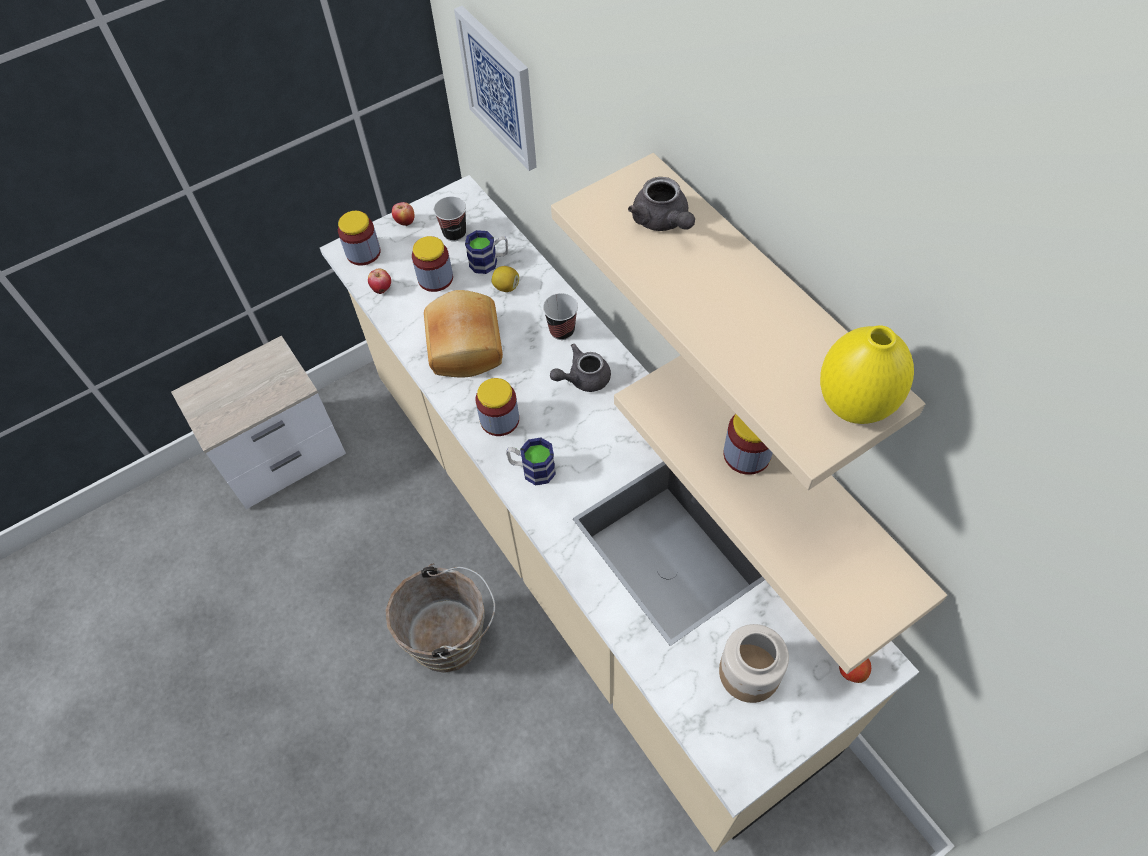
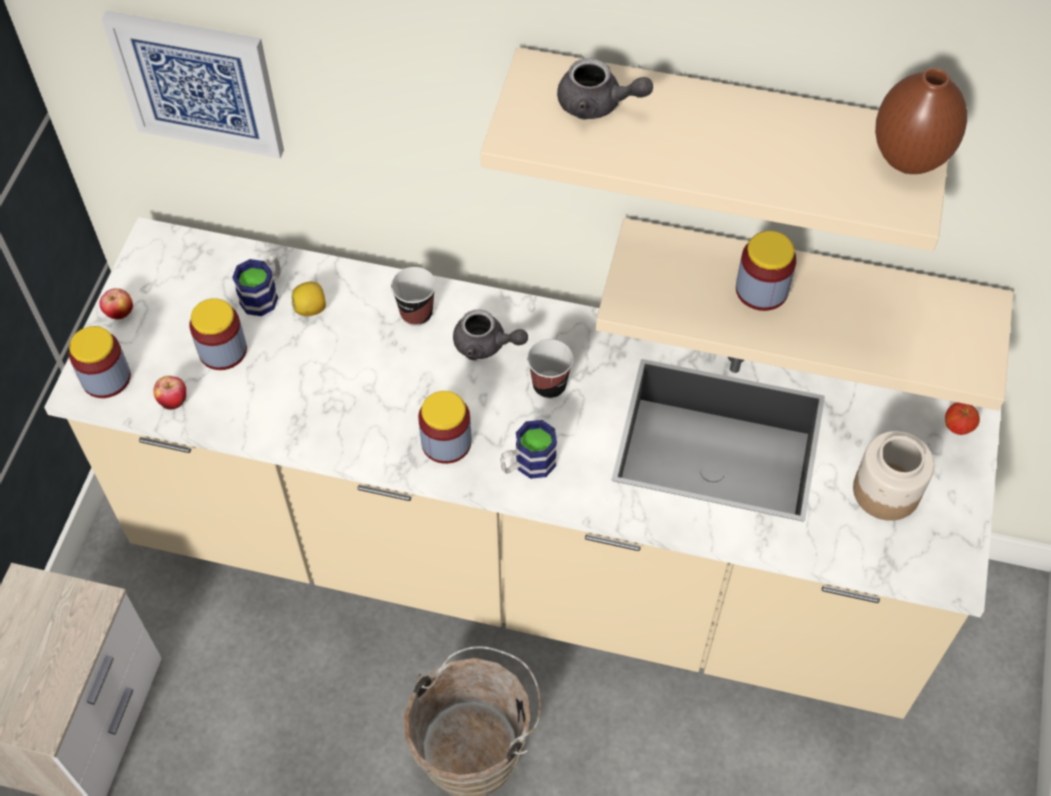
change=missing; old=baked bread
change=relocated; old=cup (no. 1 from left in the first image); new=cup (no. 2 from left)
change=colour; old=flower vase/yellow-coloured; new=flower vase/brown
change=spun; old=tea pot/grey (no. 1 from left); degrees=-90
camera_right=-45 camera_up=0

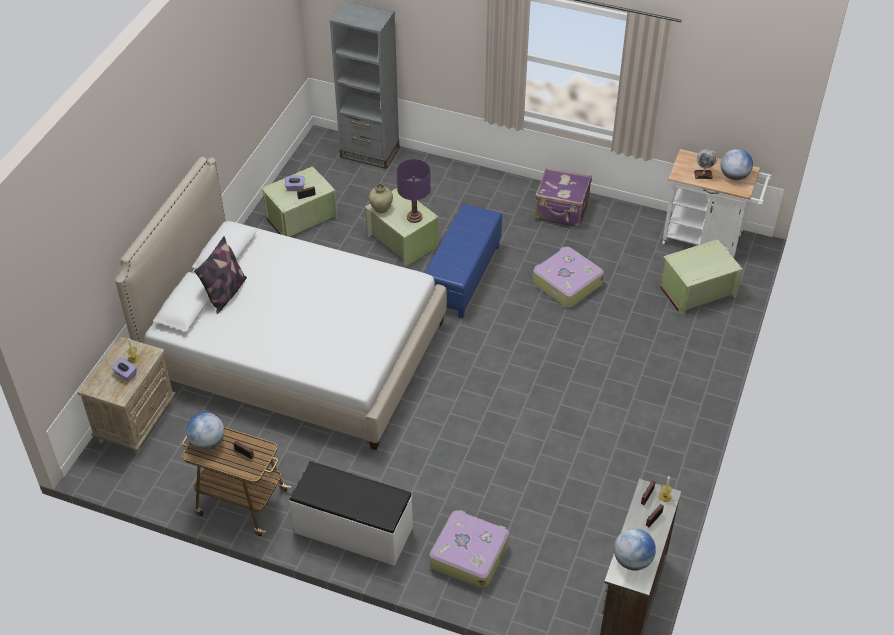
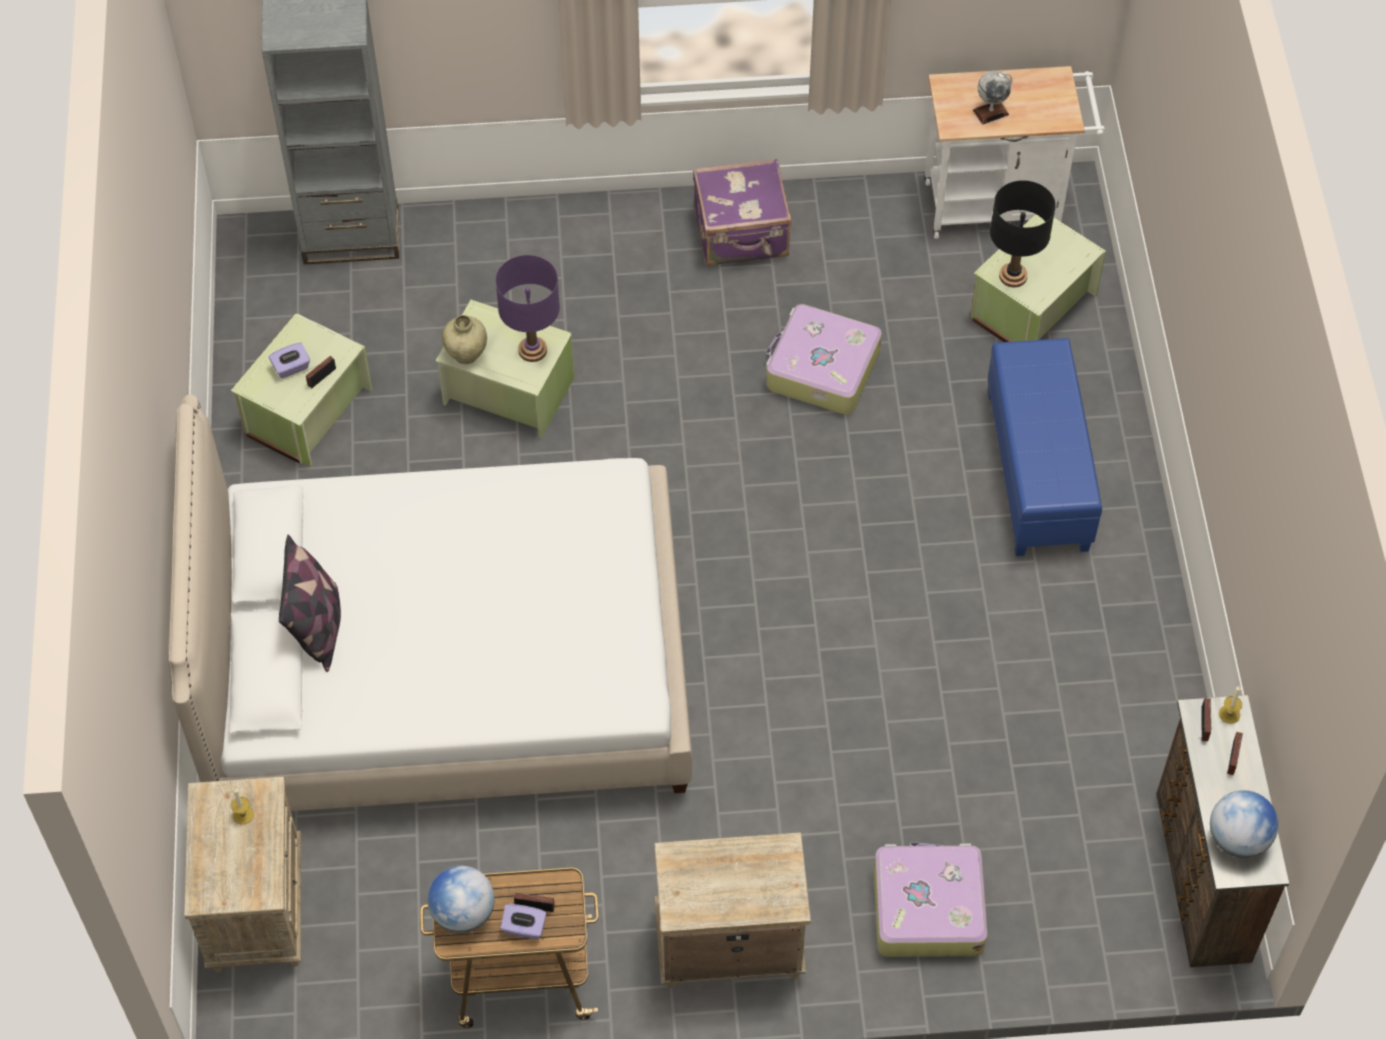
change=missing; old=world globe (no. 4 from left)
change=appeared; new=lamp for a table/black
change=relocated; old=box of tissues/purple-coloured (no. 1 from left in the first image); new=box of tissues/purple-coloured (no. 2 from left)
change=relocated; old=footrest/blue
change=exchanged; old=bench/white-coloured; new=night table/beige-coloured (no. 2 from left)
camera_right=-25 camera_up=10

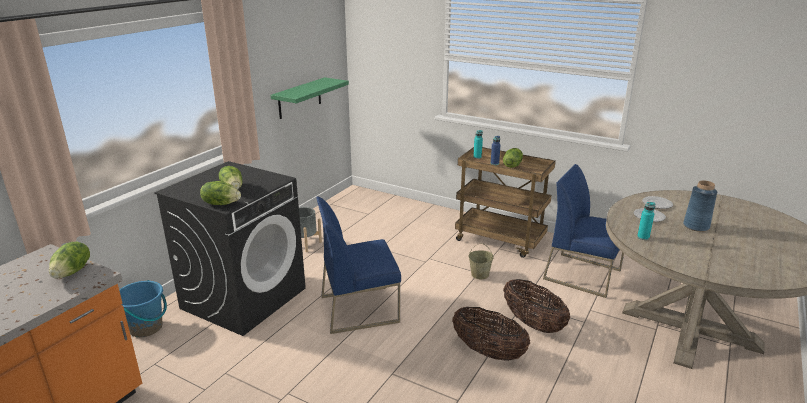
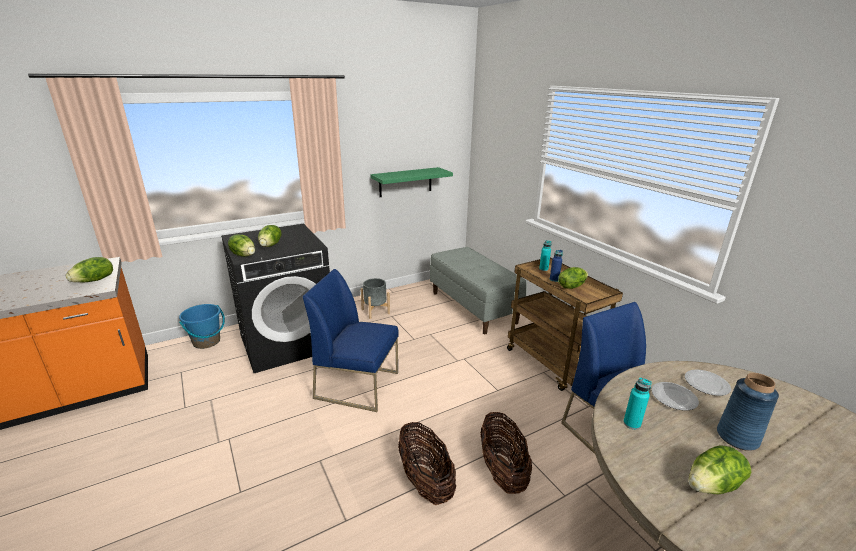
change=missing; old=water bucket/beige-coloured
change=appeared; new=bench/grey
change=appeared; new=lettuce head (no. 5 from left)
camera_right=30 camera_up=0

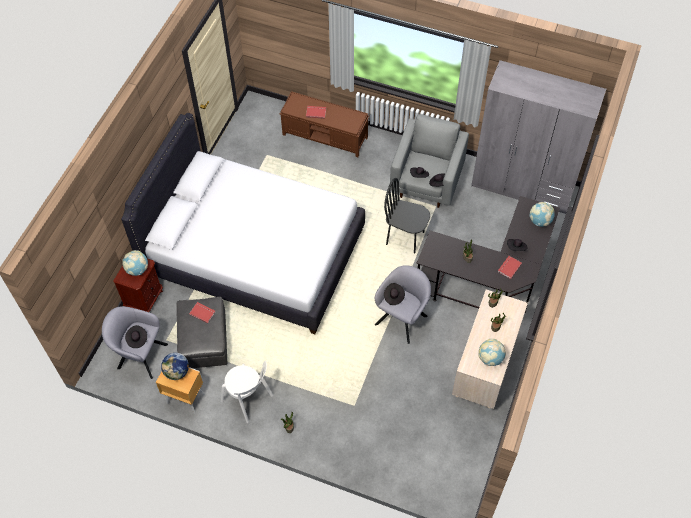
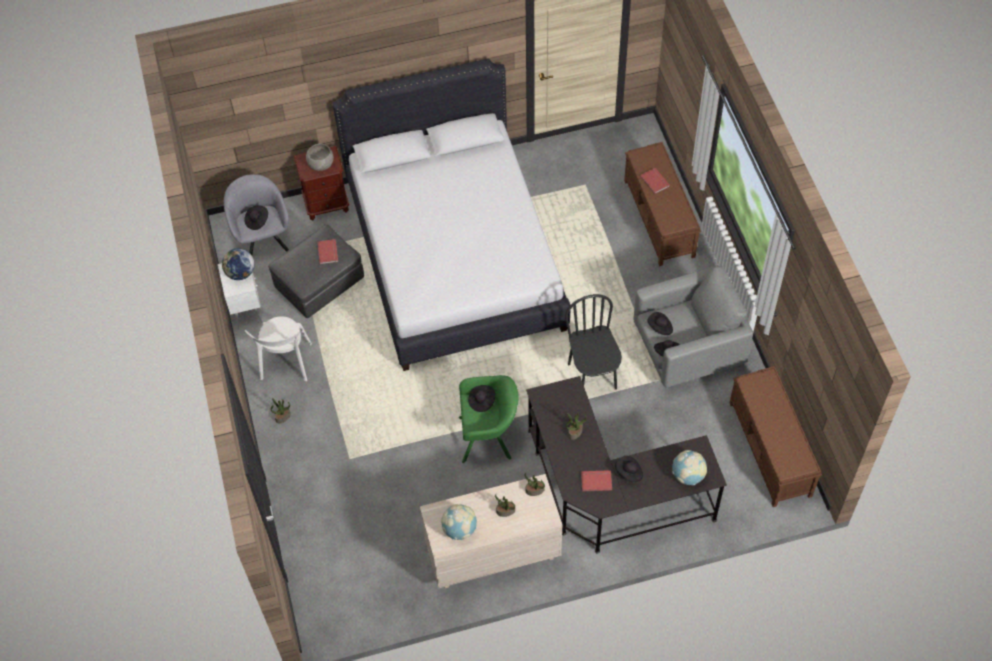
change=exchanged; old=world globe (no. 1 from left); new=serving bowl/grey
change=exchanged; old=wardrobe/grey; new=bench/brown (no. 2 from left)
change=colour; old=night table/brown (no. 2 from left); new=night table/white-coloured
change=colour; old=easy chair/grey (no. 2 from left); new=easy chair/greenish
camera_right=55 camera_up=0

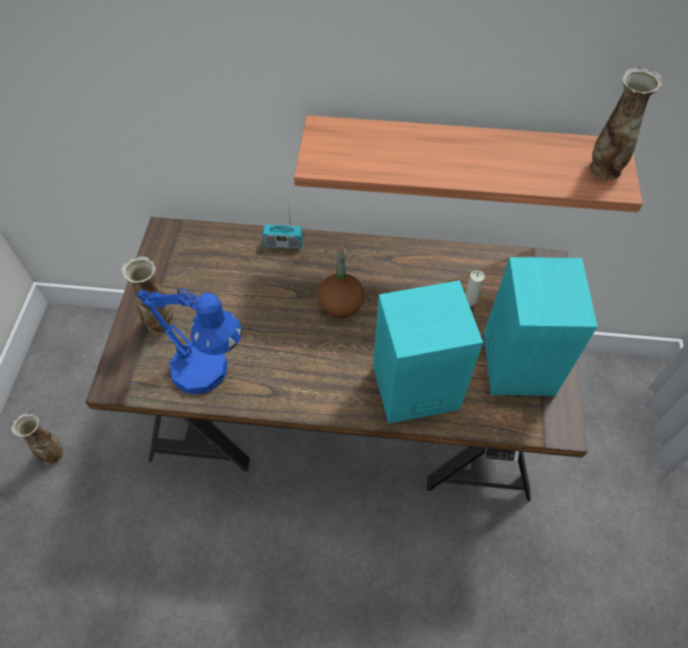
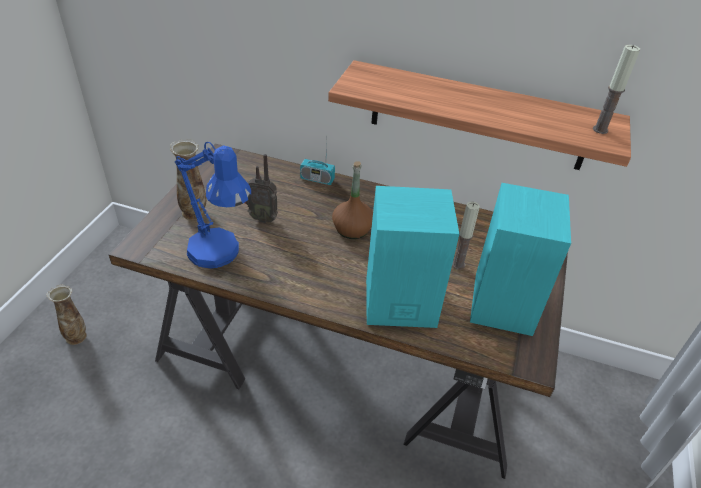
change=appeared; new=radio set (no. 1 from left)
change=exchanged; old=flower vase (no. 3 from left); new=candle (no. 2 from left)
camera_right=10 camera_up=-15

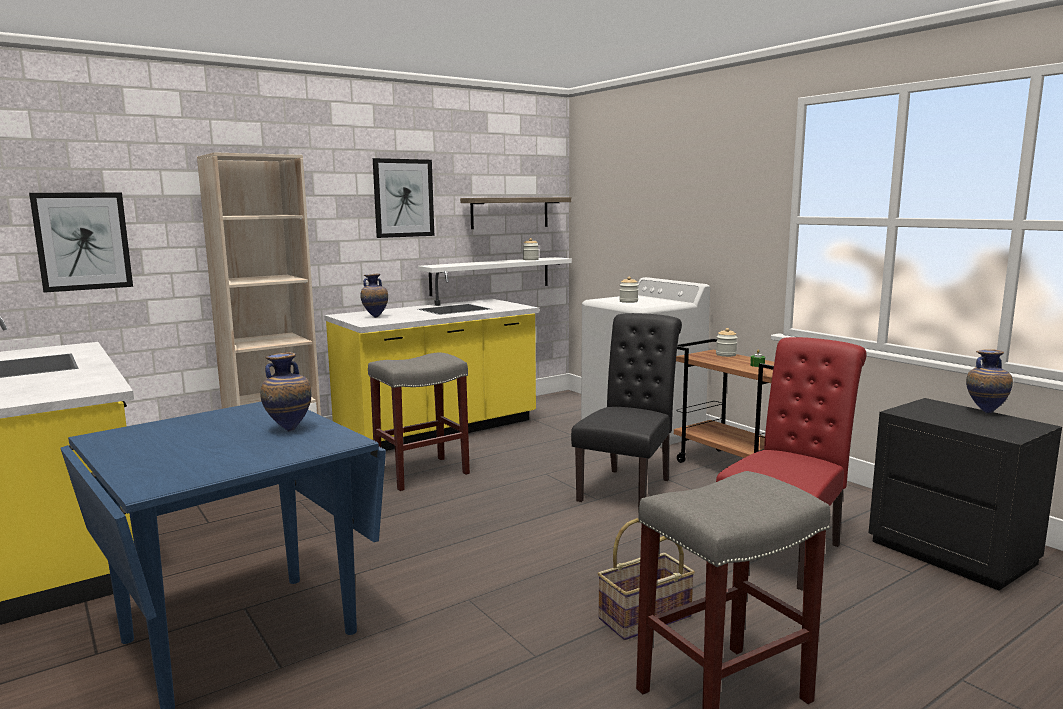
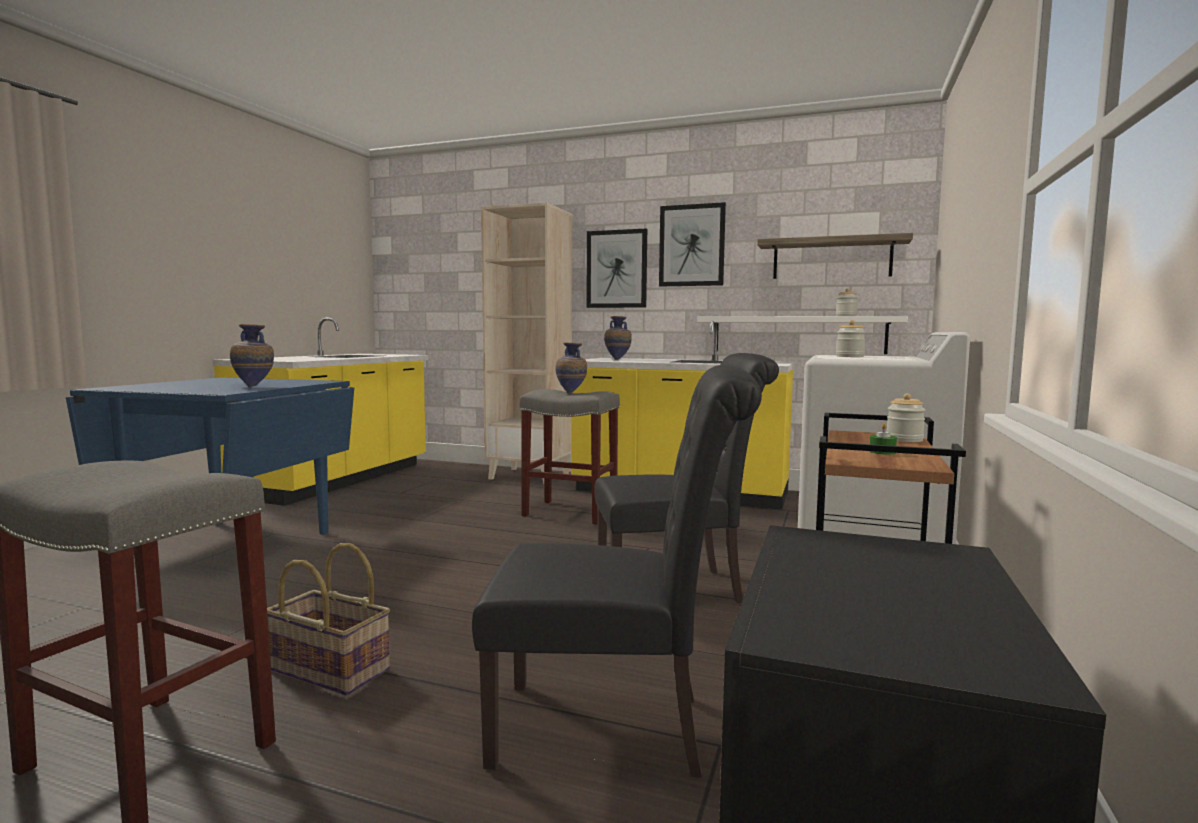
change=relocated; old=wall picture (no. 1 from left)
change=relocated; old=flower vase (no. 3 from left in the first image); new=flower vase (no. 2 from left)
change=colour; old=chair/red; new=chair/black (no. 1 from left)
camera_right=55 camera_up=-5

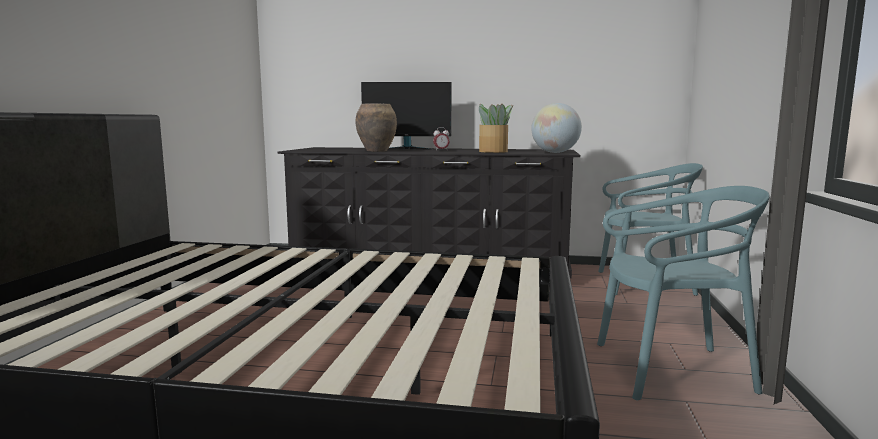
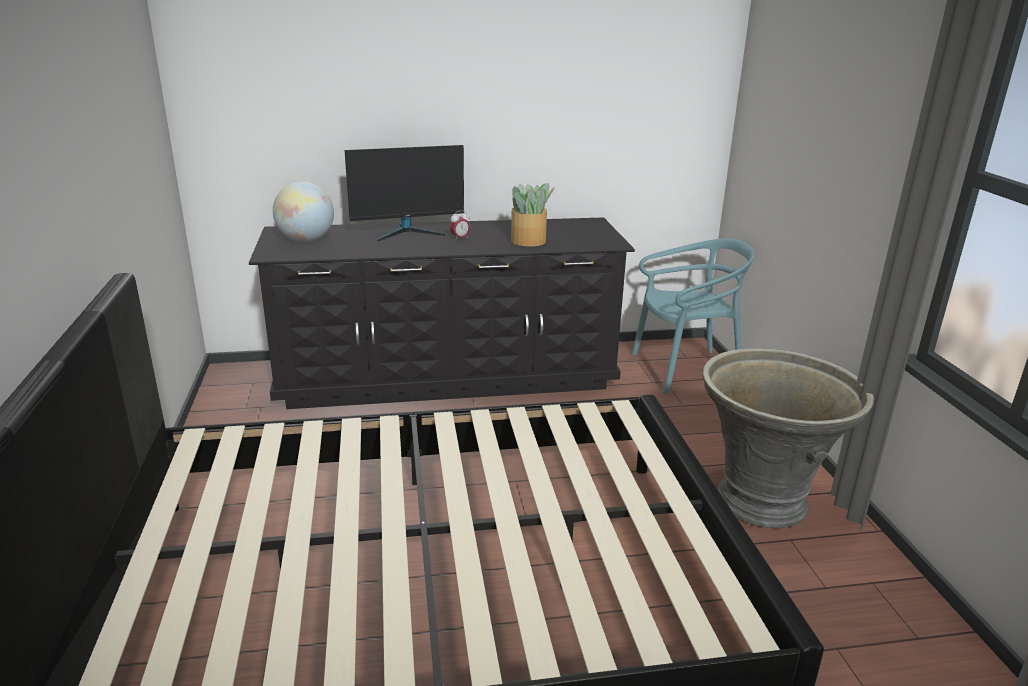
change=missing; old=flower vase/brown
change=relocated; old=world globe
change=exchanged; old=chair/blue-green (no. 2 from left); new=plant pot/grey
camera_right=-20 camera_up=15

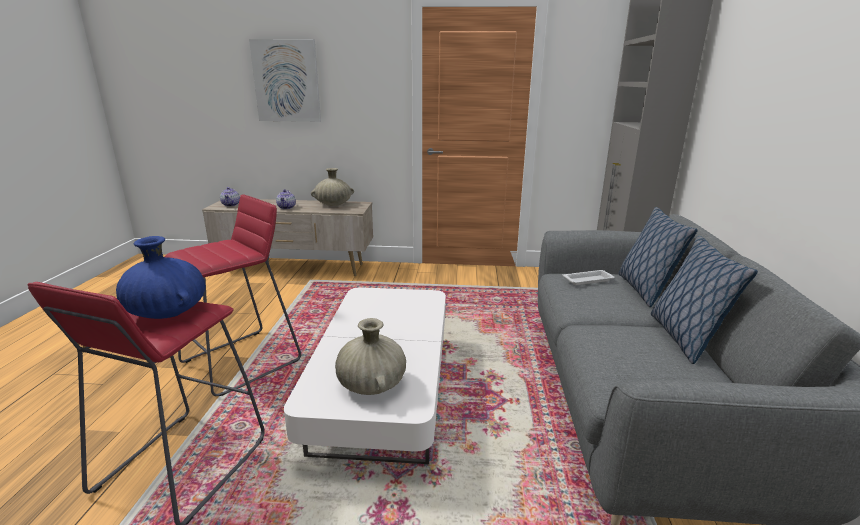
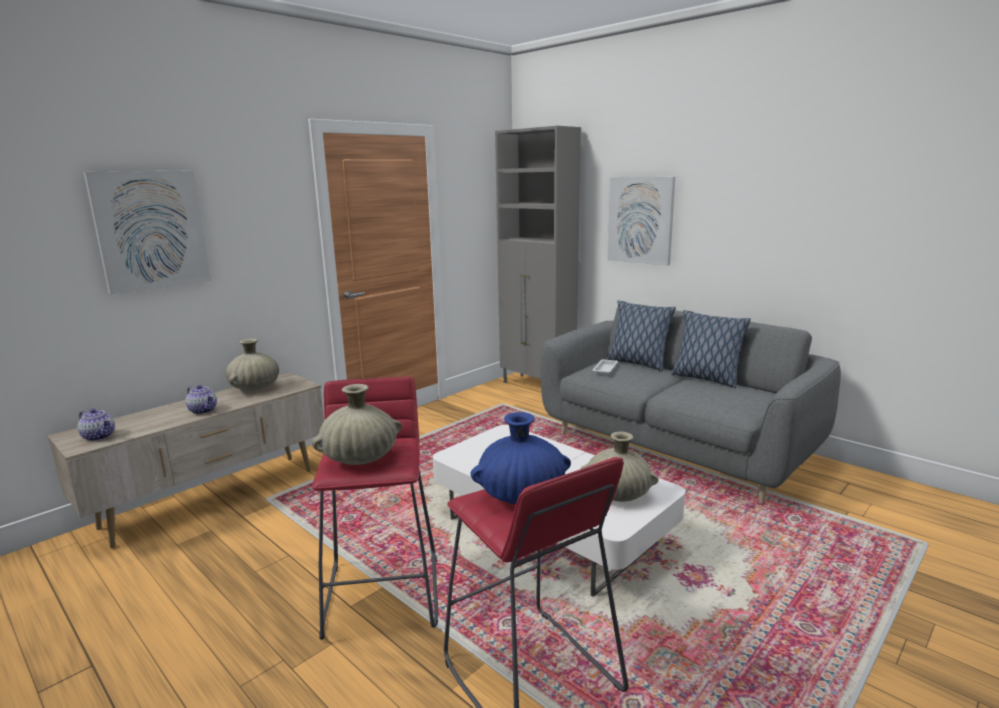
change=appeared; new=flower vase/beige-coloured (no. 2 from left)
change=appeared; new=wall picture (no. 2 from left)
camera_right=-50 camera_up=-5

